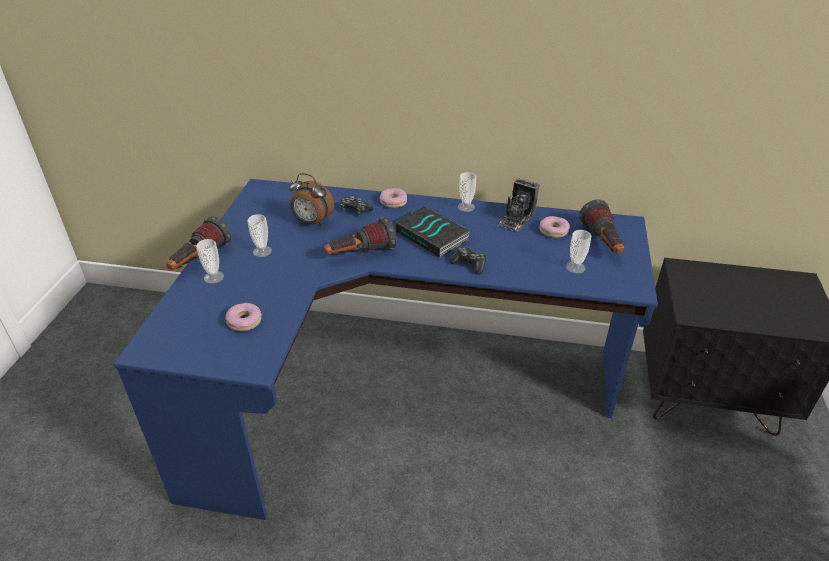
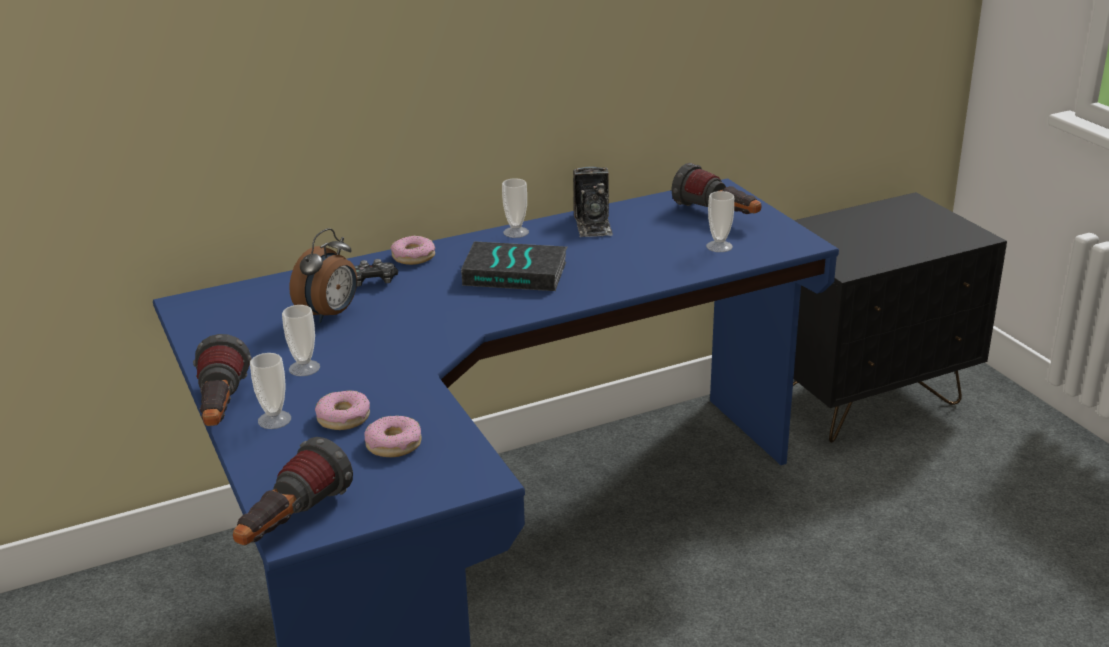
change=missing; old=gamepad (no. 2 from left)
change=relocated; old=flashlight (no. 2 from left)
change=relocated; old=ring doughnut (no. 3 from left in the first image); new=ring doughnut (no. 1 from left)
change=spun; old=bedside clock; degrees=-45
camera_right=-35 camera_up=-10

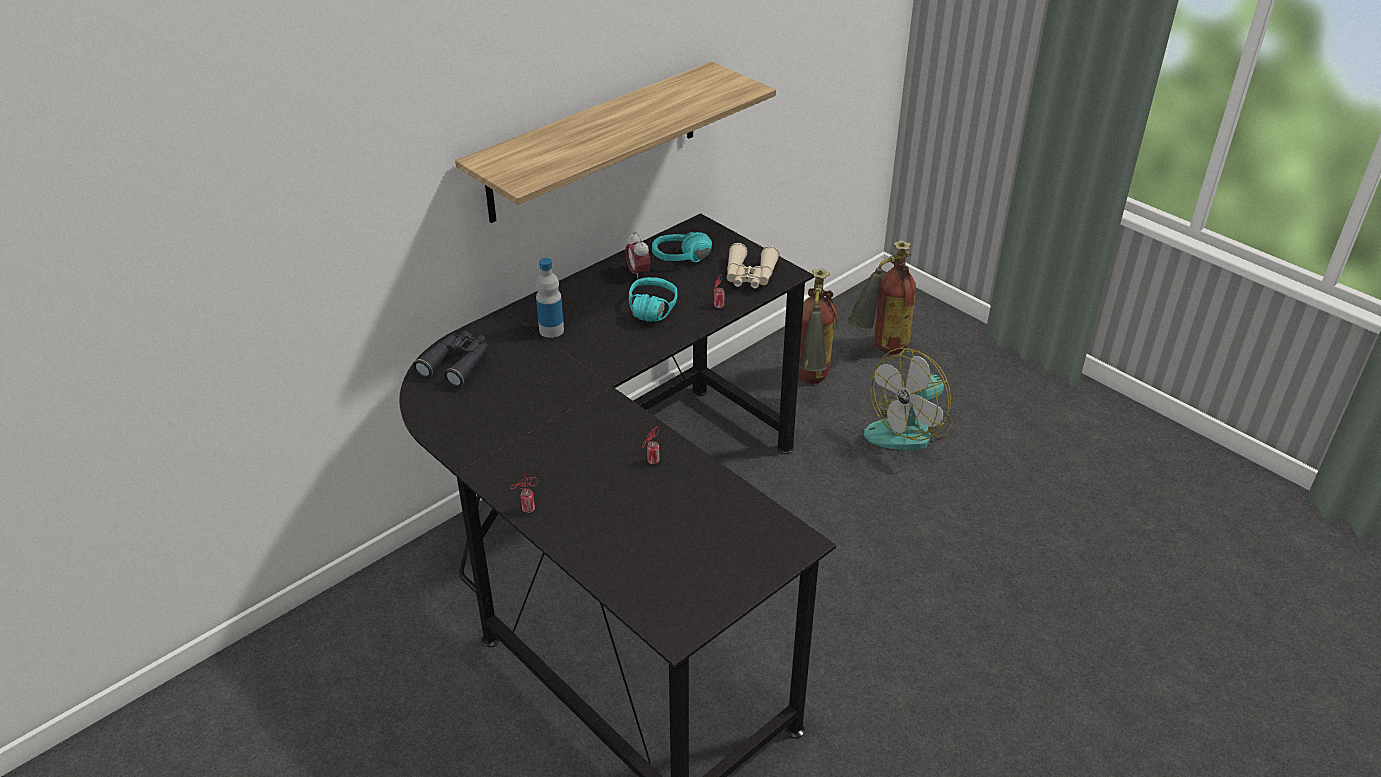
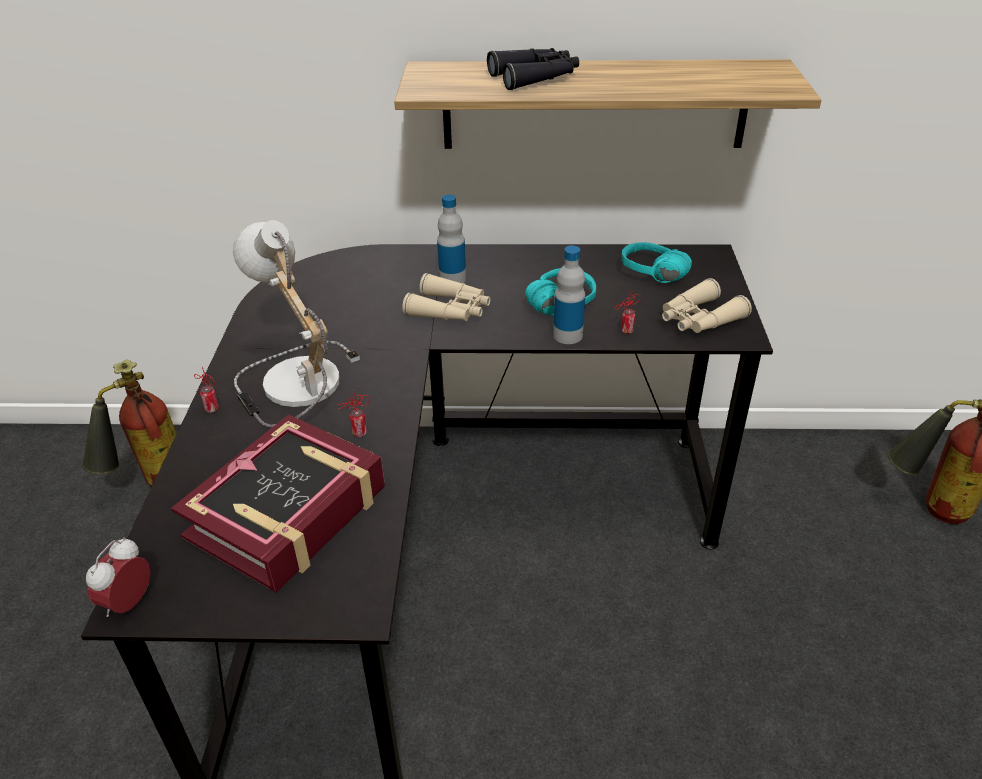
change=missing; old=cooling fan
change=appeared; new=bound book
change=appeared; new=lamp for a table
change=appeared; new=field glasses/beige-coloured (no. 1 from left)
change=appeared; new=bottle (no. 2 from left)
change=relocated; old=field glasses/black
change=relocated; old=bedside clock
change=relocated; old=extinguisher (no. 1 from left)
camera_right=45 camera_up=0

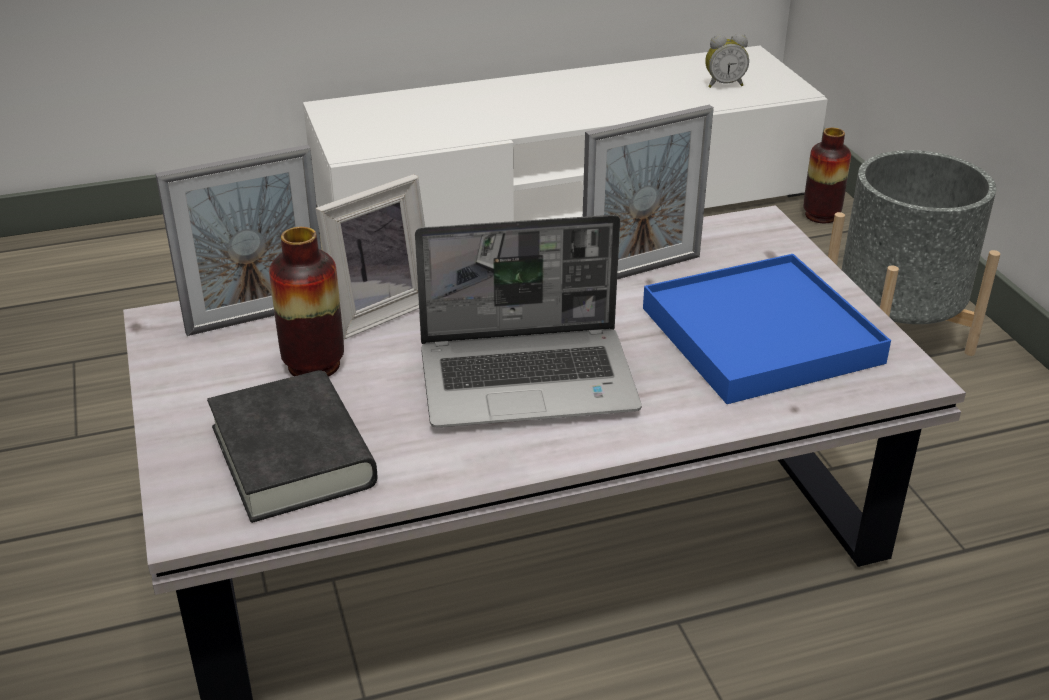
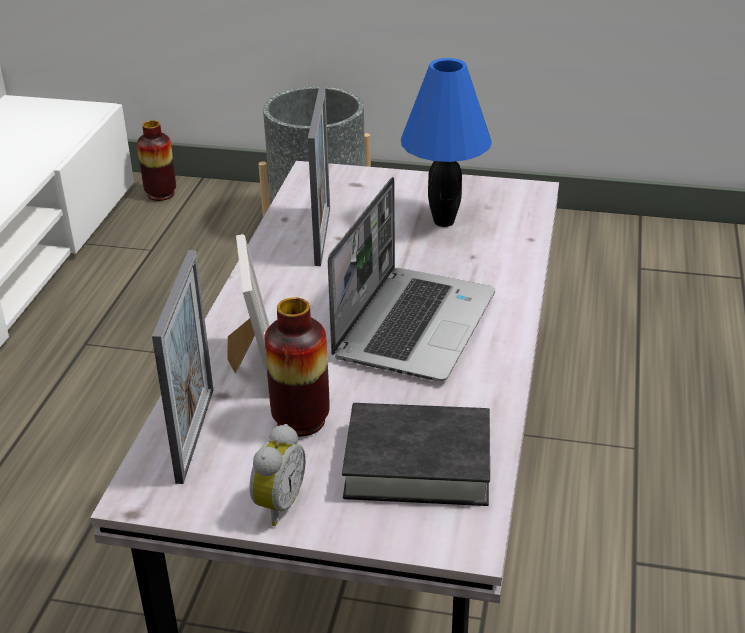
change=relocated; old=bedside clock
change=exchanged; old=tray/blue; new=lamp for a table/blue
camera_right=-60 camera_up=0

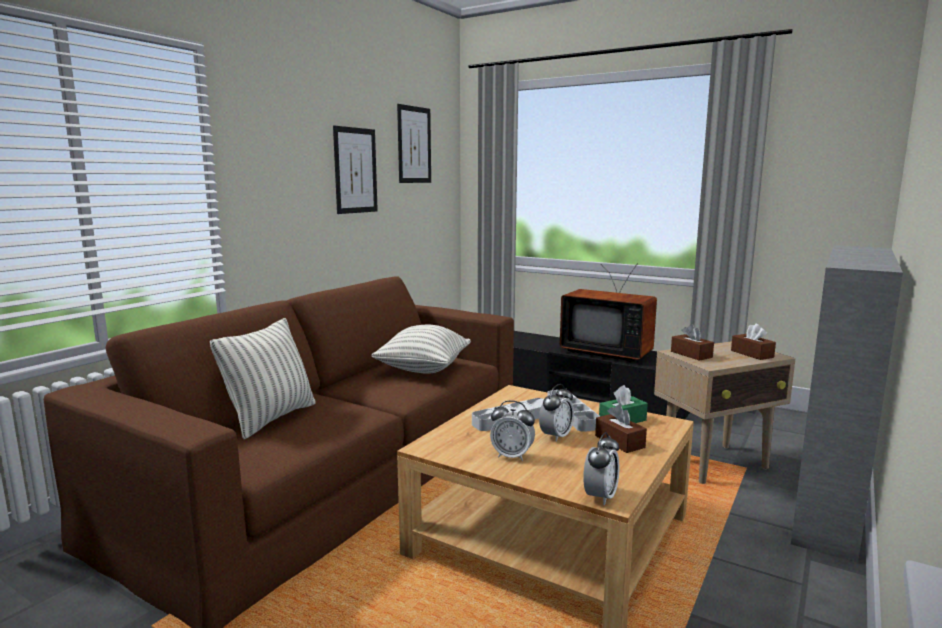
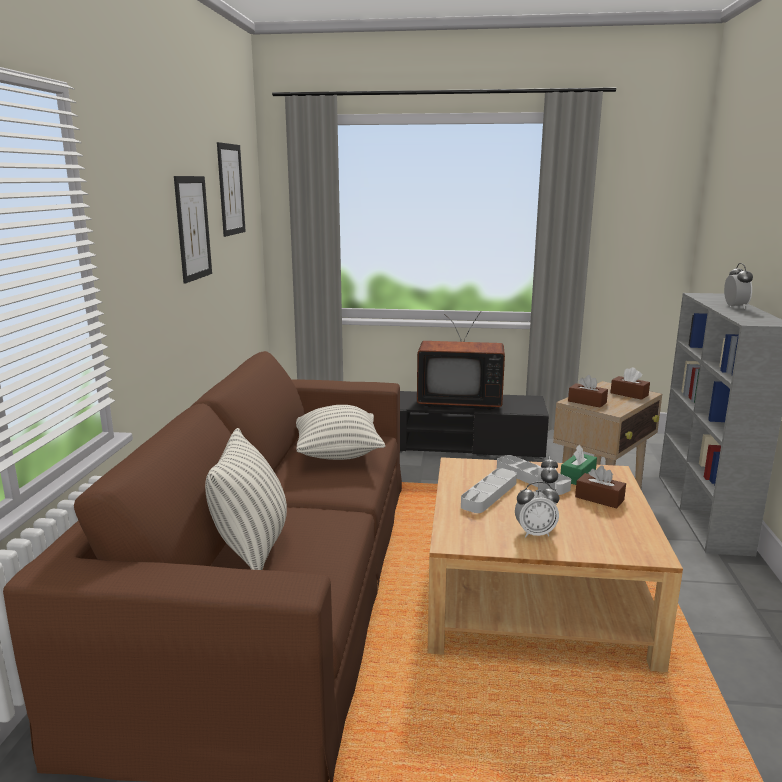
change=relocated; old=bedside clock (no. 3 from left)
camera_right=-25 camera_up=5

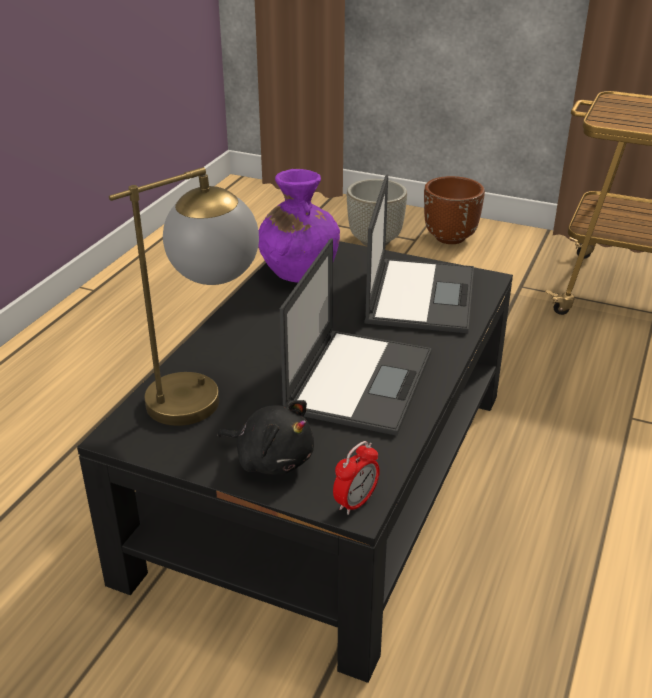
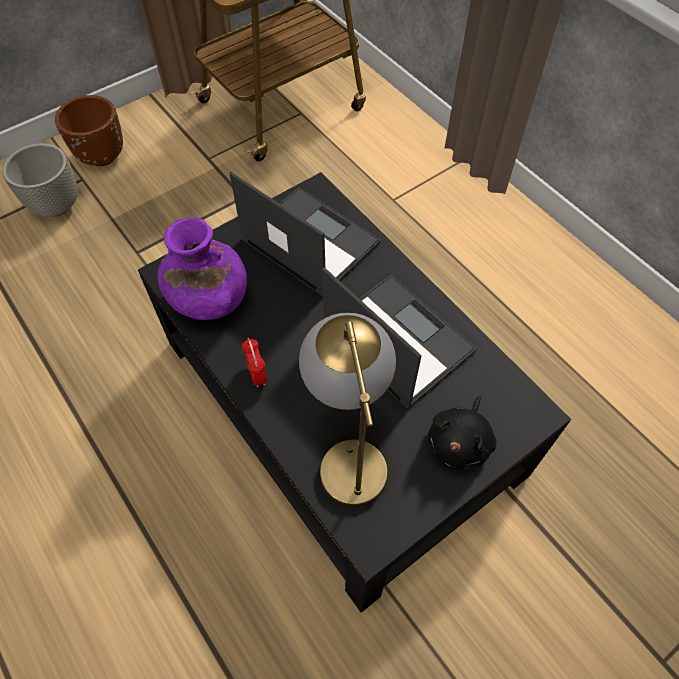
change=relocated; old=bedside clock
change=spun; old=cuddly toy/black; degrees=150
camera_right=-60 camera_up=25

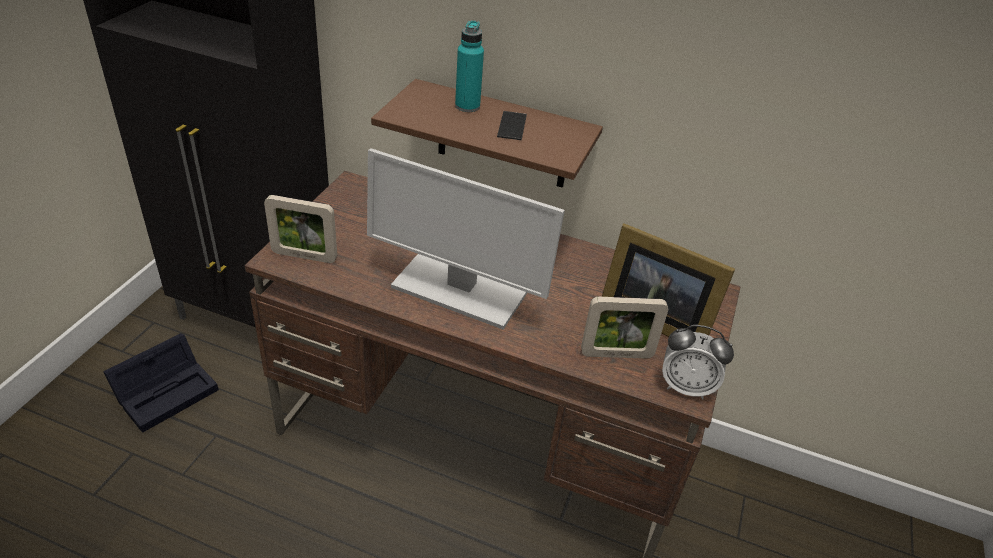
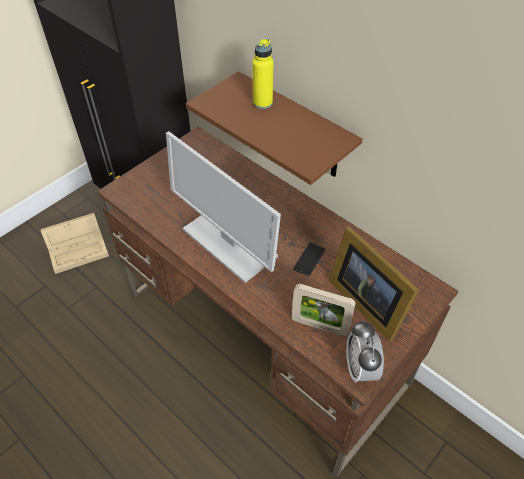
change=missing; old=photo frame (no. 1 from left)
change=relocated; old=telephone
change=colour; old=storage bin/black; new=storage bin/beige-coloured
change=colour; old=bottle/blue-green; new=bottle/yellow-coloured
change=spun; old=bedside clock; degrees=45
camera_right=25 camera_up=10

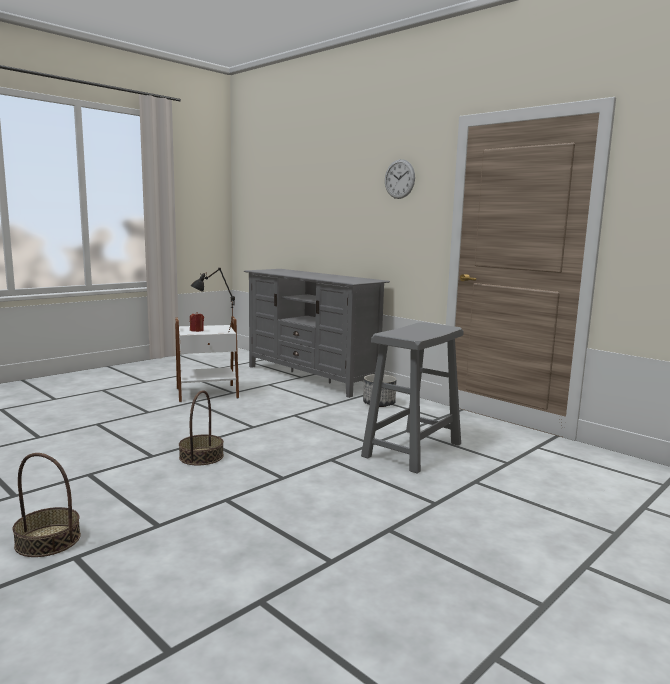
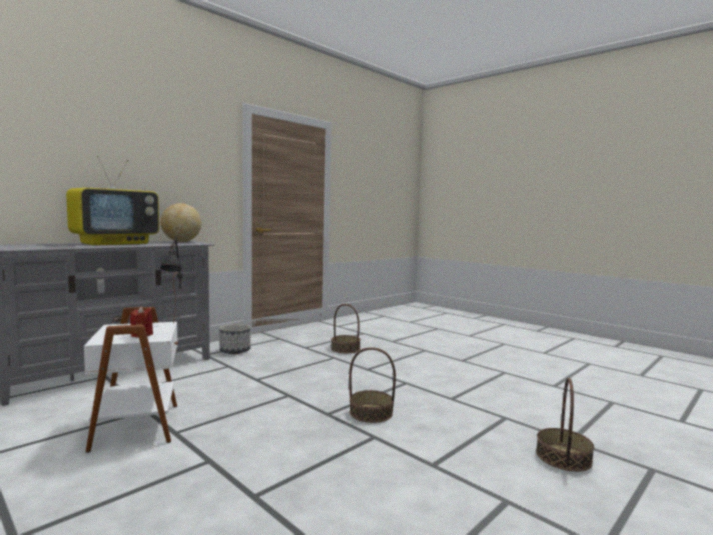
change=missing; old=wall clock
change=appeared; new=TV set
change=appeared; new=world globe
change=exchanged; old=stool/grey; new=household basket (no. 1 from left)
camera_right=-90 camera_up=-5

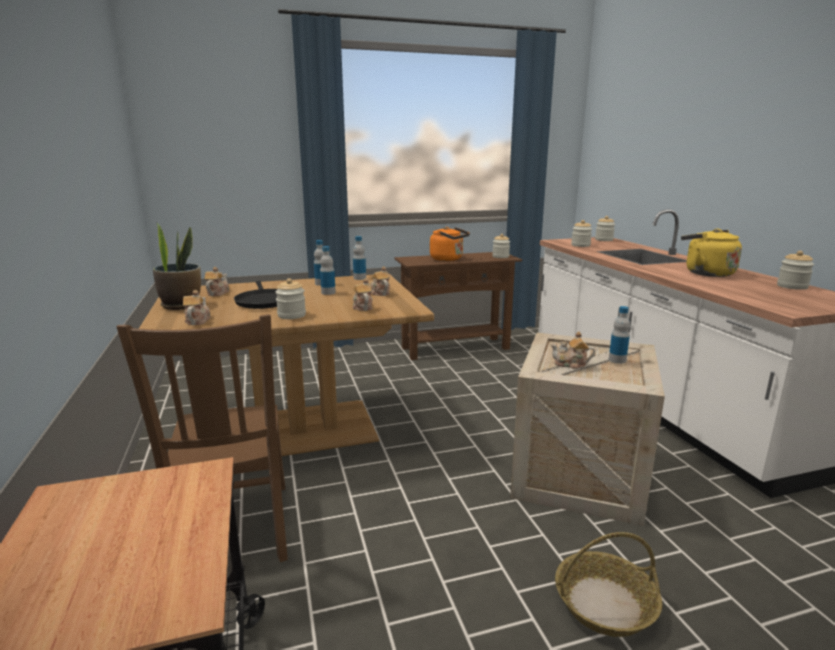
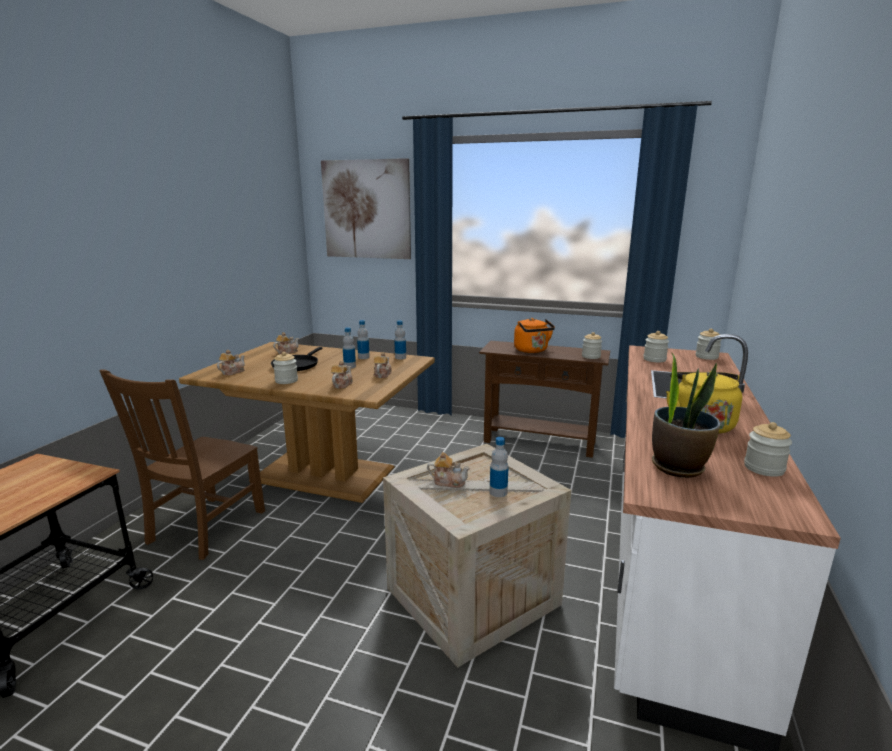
change=missing; old=household basket
change=appeared; new=wall picture
change=relocated; old=plant in a pot
change=spun; old=tea pot (no. 5 from left); degrees=150
camera_right=35 camera_up=0

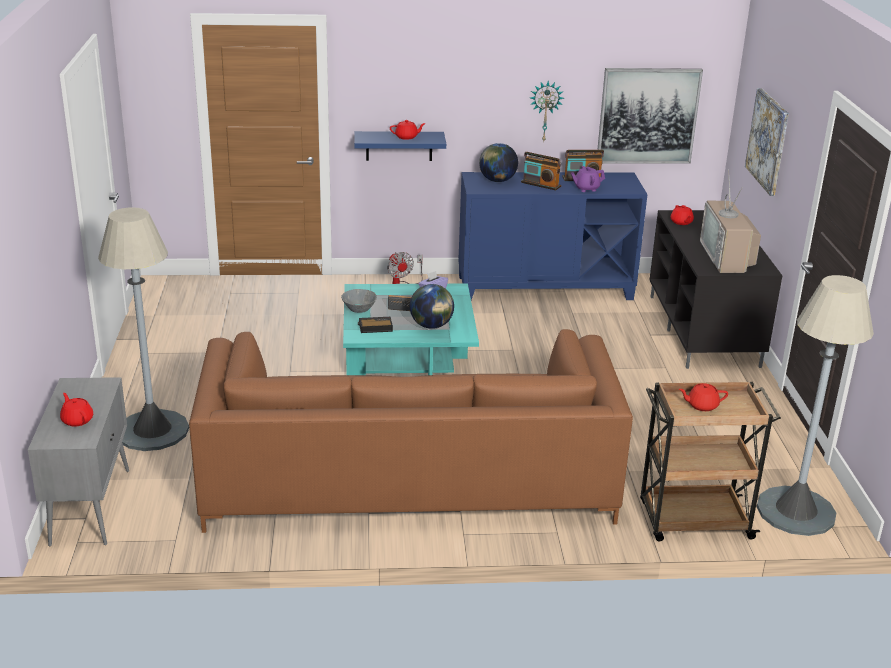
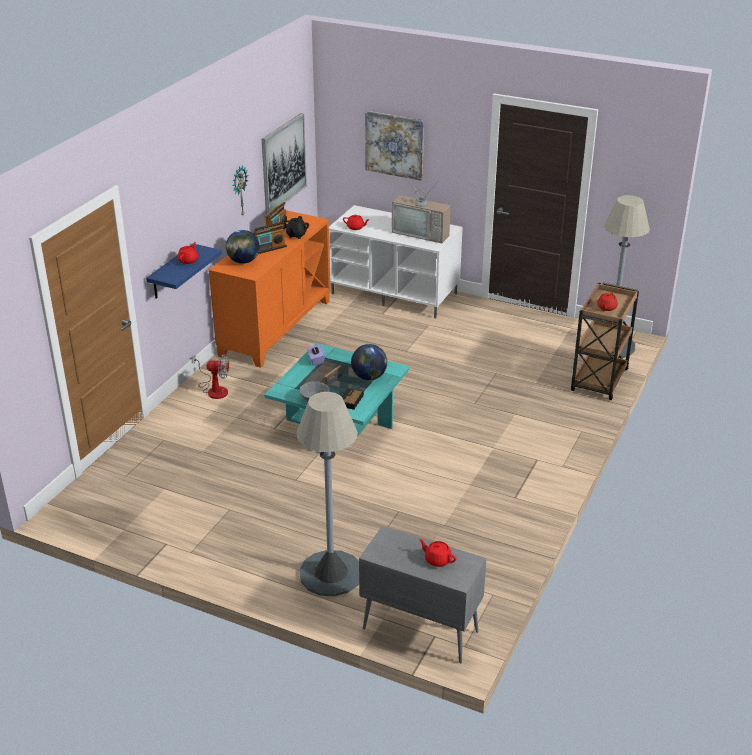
change=missing; old=couch/brown
change=colour; old=storage cabinet/blue; new=storage cabinet/orangey
change=colour; old=tea pot/purple-coloured; new=tea pot/black
change=colour; old=media console/black; new=media console/white-coloured
change=spun; old=tea pot/red (no. 1 from left in the first image); degrees=45
camera_right=-60 camera_up=5

